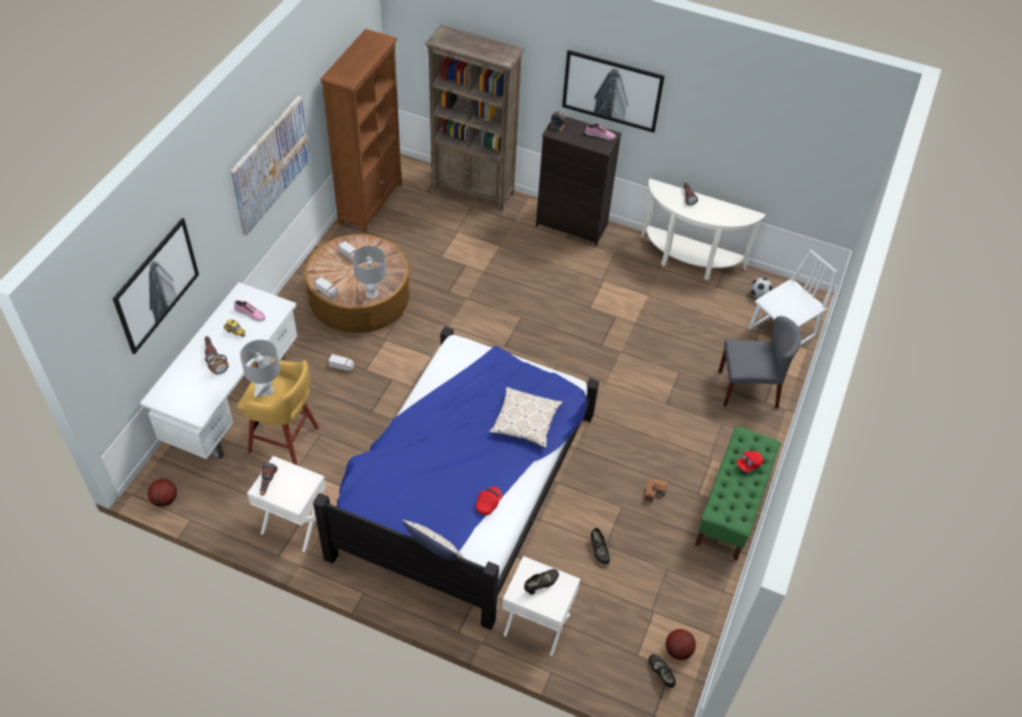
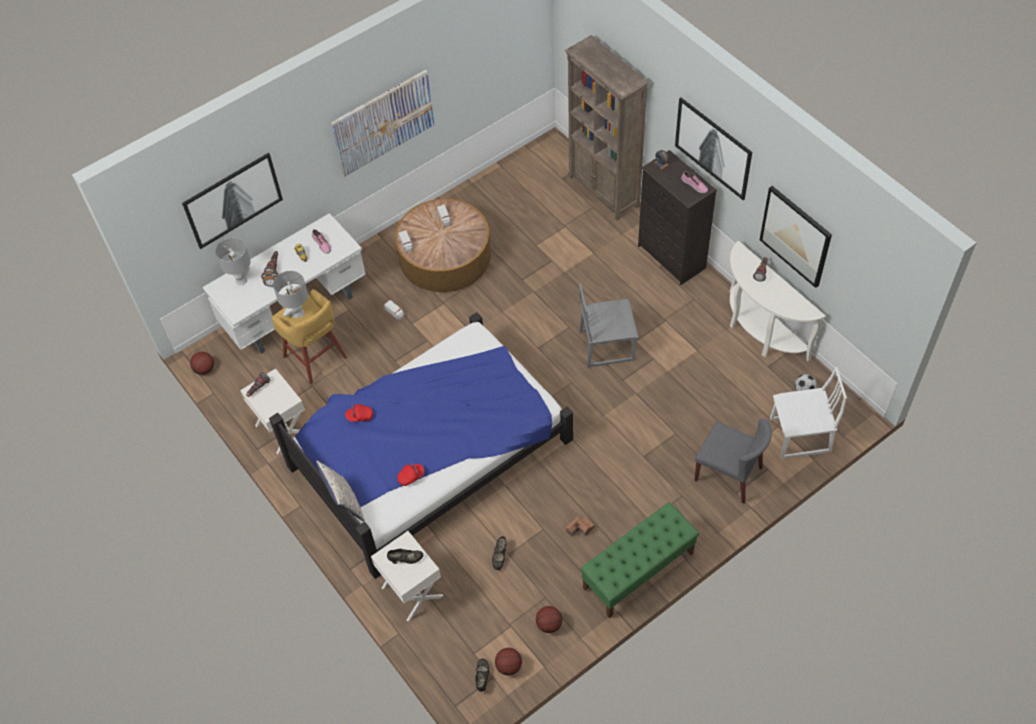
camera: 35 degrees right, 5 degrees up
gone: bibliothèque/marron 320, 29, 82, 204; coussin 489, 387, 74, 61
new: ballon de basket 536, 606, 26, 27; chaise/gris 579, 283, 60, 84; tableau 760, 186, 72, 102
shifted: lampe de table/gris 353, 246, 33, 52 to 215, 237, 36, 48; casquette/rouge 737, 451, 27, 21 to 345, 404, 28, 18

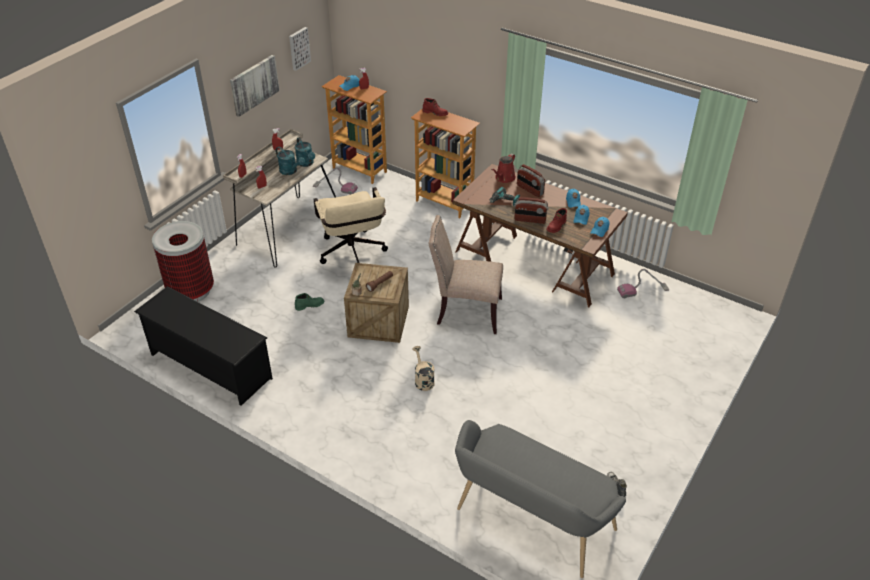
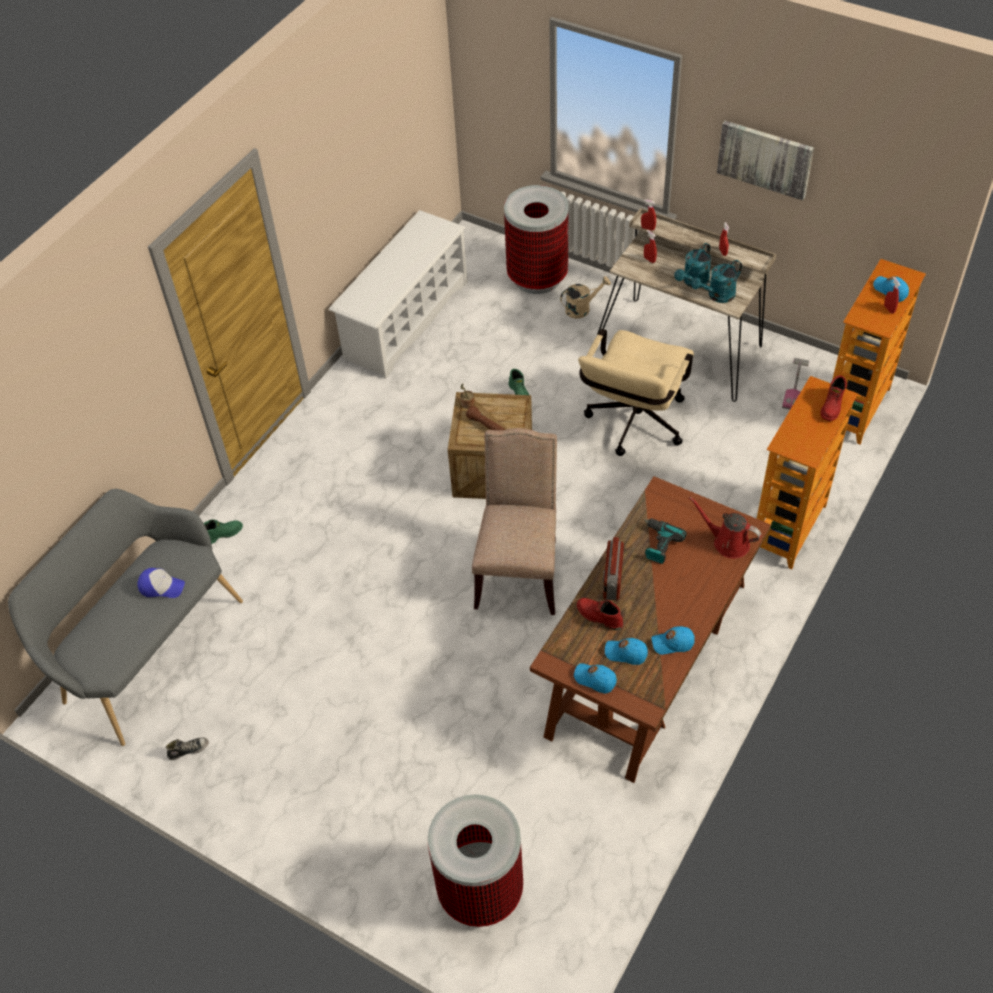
camera: 90 degrees right, 10 degrees up
gone: tableau 289, 27, 22, 44; radio 517, 164, 28, 33; aspirateur 617, 269, 52, 29
new: casquette 137, 568, 48, 30; botte/vert 204, 519, 39, 25; poubelle 427, 794, 96, 133
shifted: arrosoir/beige 412, 346, 23, 45 to 560, 276, 51, 43
repainted: étagère à chaussures/noir 134, 286, 139, 120 to étagère à chaussures/blanc 329, 210, 139, 169
rotated: chaise de bureau/beige 314, 187, 74, 77 = 578, 329, 116, 127 45 degrees counterclockwise

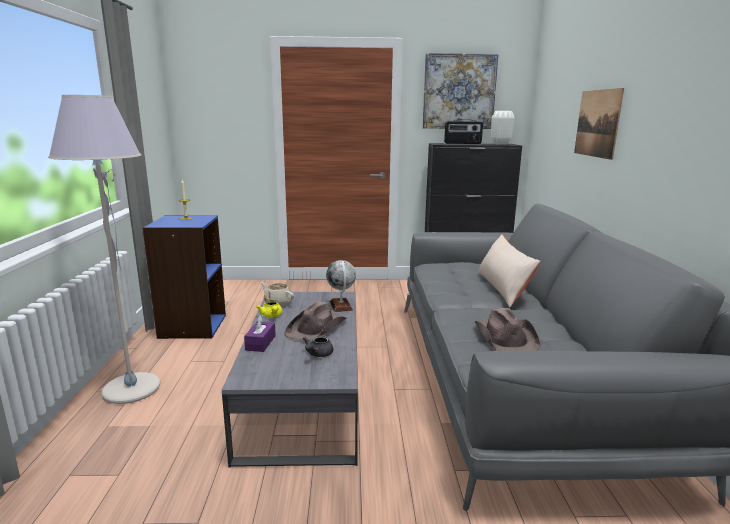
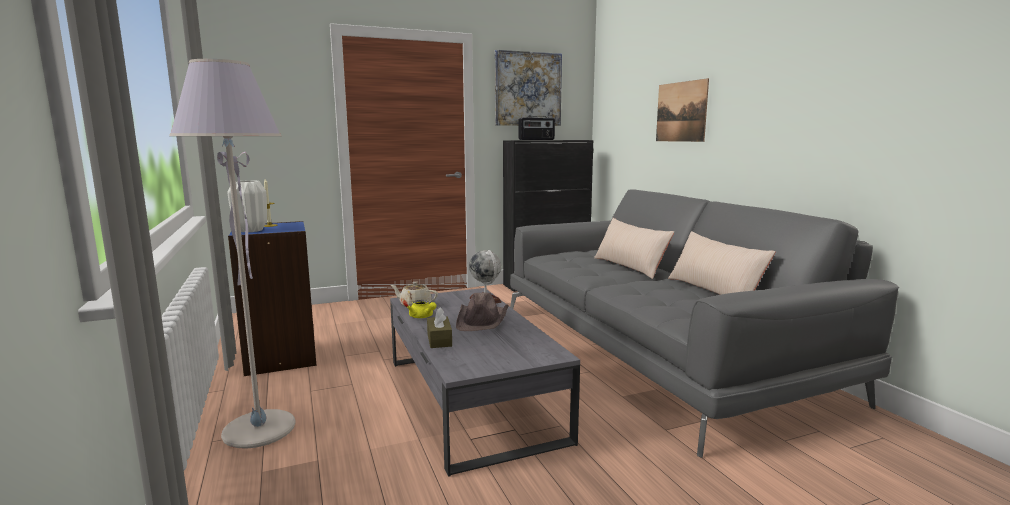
camera: 20 degrees left, 5 degrees down
gone: théière/gris 303, 335, 30, 22; chapeau/marron 475, 308, 66, 43
new: coussin/beige 668, 231, 108, 64
shifted: vase/blanc 491, 111, 24, 34 to 227, 180, 40, 52
repainted: boîte à mouchoirs/violet 244, 315, 32, 37 to boîte à mouchoirs/marron 427, 307, 25, 41

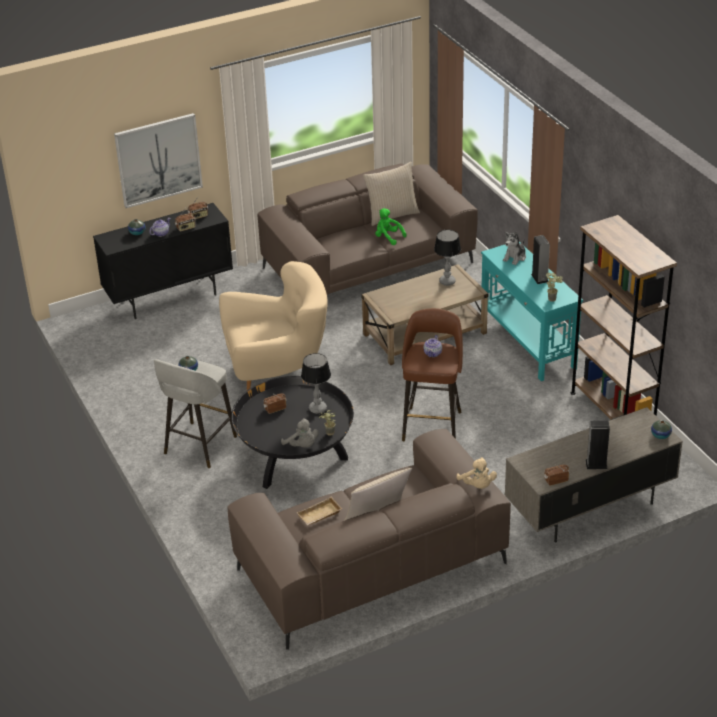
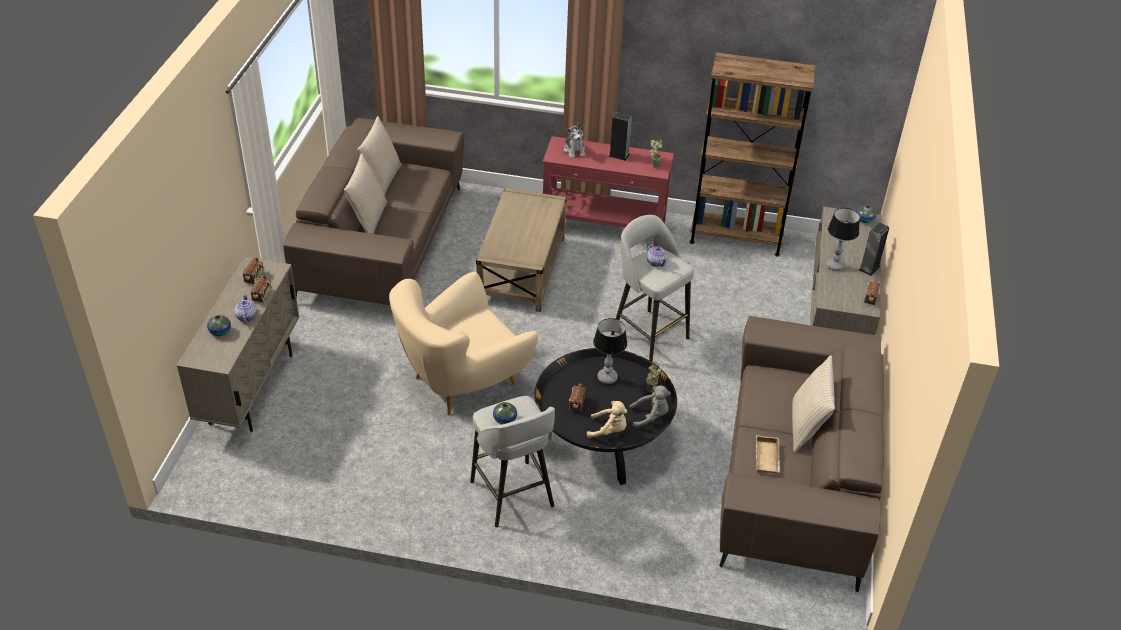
camera: 55 degrees left, 5 degrees up
gone: tableau 114, 113, 89, 95; peluche/vert 375, 208, 31, 37
new: coussin/beige 344, 153, 44, 81
shifted: lampe de table 434, 230, 27, 56 to 826, 208, 34, 63; peluche/beige 456, 457, 41, 32 to 587, 401, 40, 37
repainted: meuble de rangement/noir 93, 203, 140, 116 to meuble de rangement/beige 177, 257, 122, 175; tabouret/marron 402, 308, 61, 133 to tabouret/gris 611, 215, 83, 147; table console/turquoise 481, 242, 102, 139 to table console/rouge 543, 136, 131, 111
rotated: fauteuil/beige 219, 261, 109, 129 = 389, 272, 149, 143 150 degrees counterclockwise

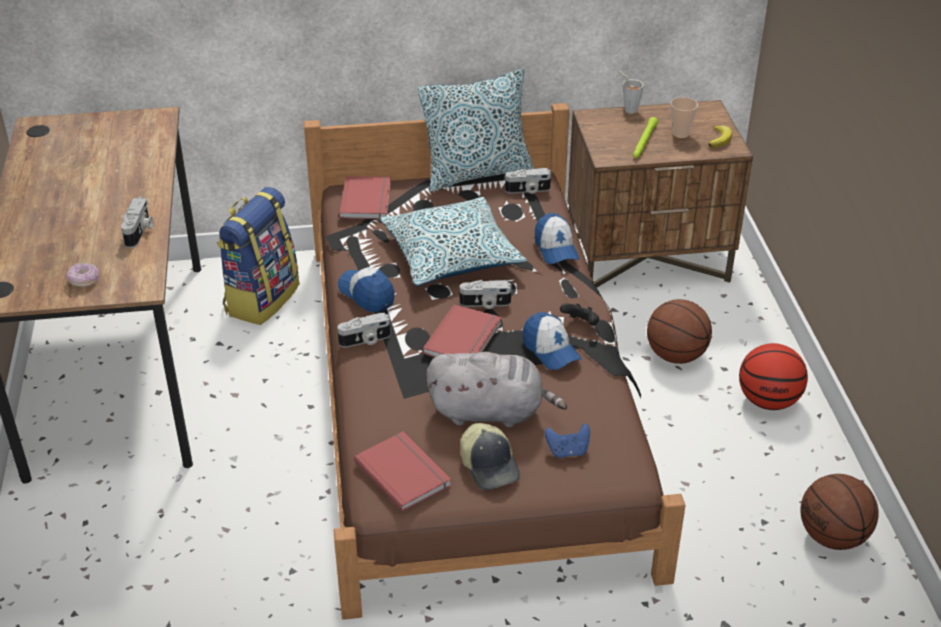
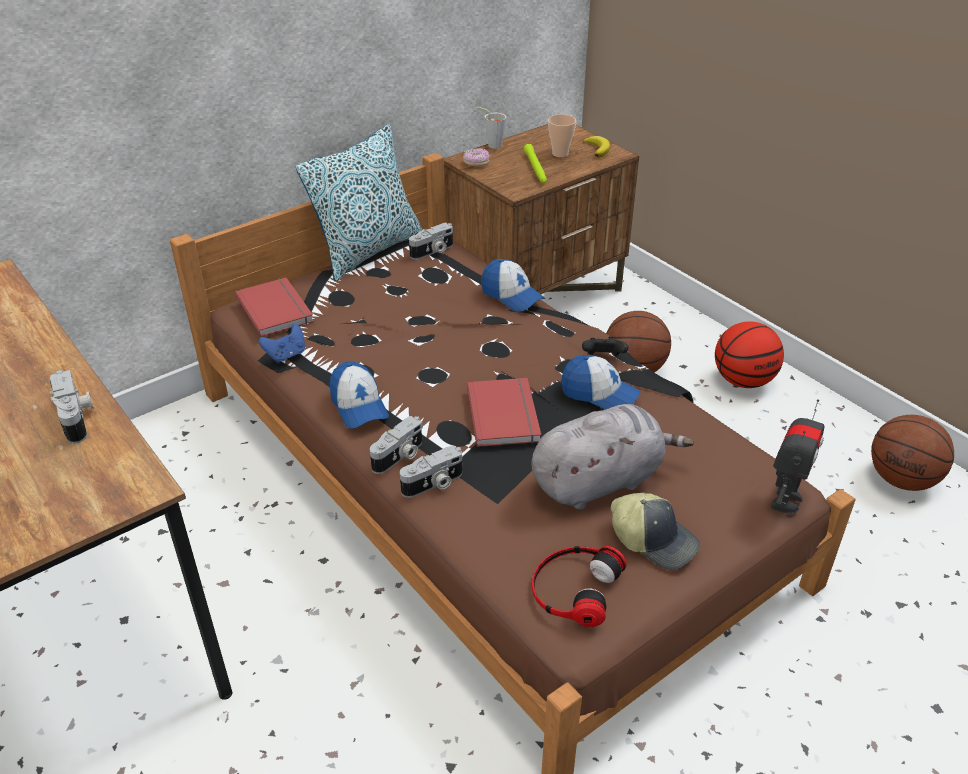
camera: 30 degrees left, 0 degrees up
gone: sac à dos 216, 187, 83, 138; coussin 380, 197, 147, 90
new: robot jouet 771, 399, 53, 115
shifted: beignet 66, 263, 33, 24 to 463, 148, 27, 18; appareil photo 460, 280, 51, 29 to 400, 445, 62, 53; manette/bleu 545, 423, 45, 35 to 259, 324, 46, 39
swapped: livre/rouge 354, 432, 97, 80 to casque audio 532, 546, 95, 81
rotated: casquette 338, 267, 57, 45 = 330, 361, 59, 68 135 degrees counterclockwise

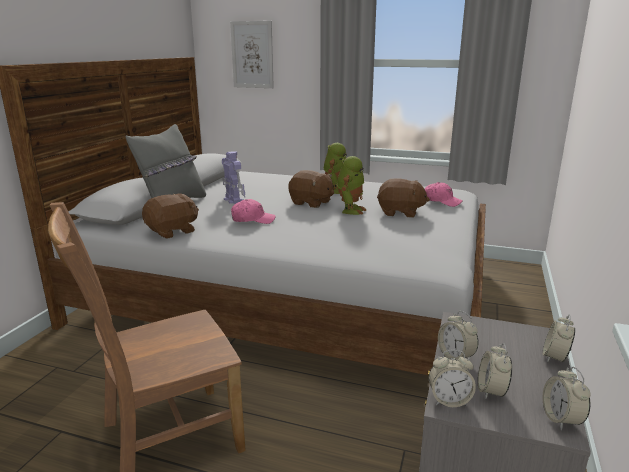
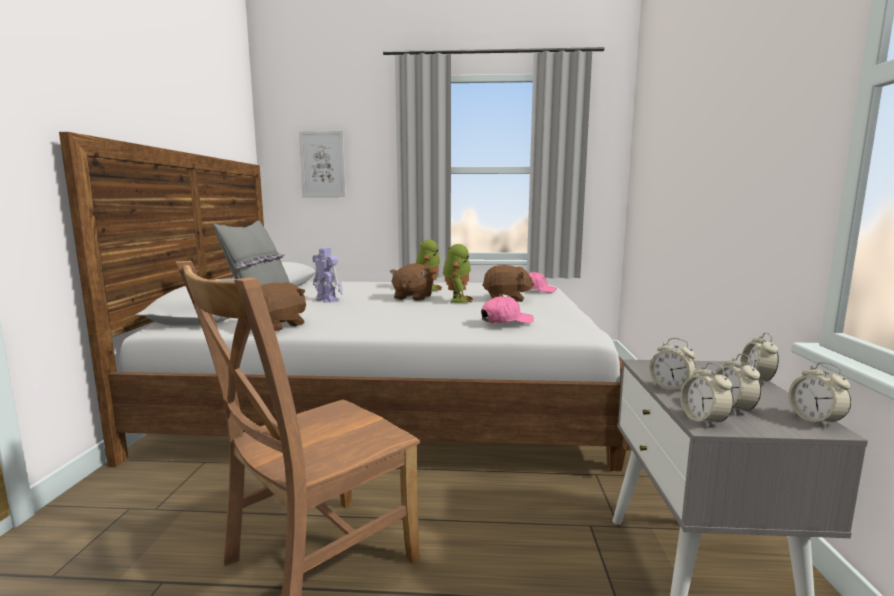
camera: 15 degrees left, 10 degrees down
shifted: casquette/rose 231, 199, 45, 25 to 481, 296, 53, 27
rotated: peluche/marron 288, 170, 46, 38 = 390, 263, 43, 38 90 degrees clockwise; réveil 429, 350, 47, 57 = 680, 362, 54, 66 90 degrees clockwise

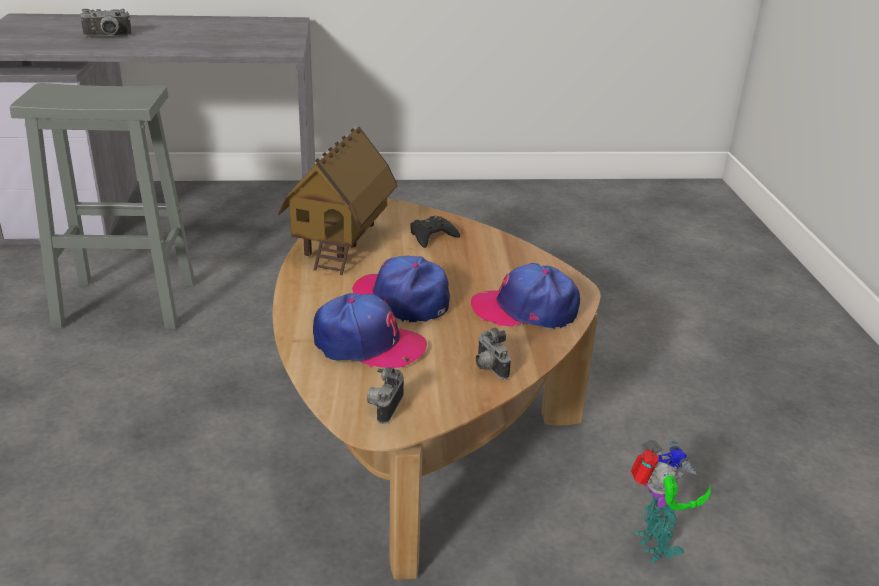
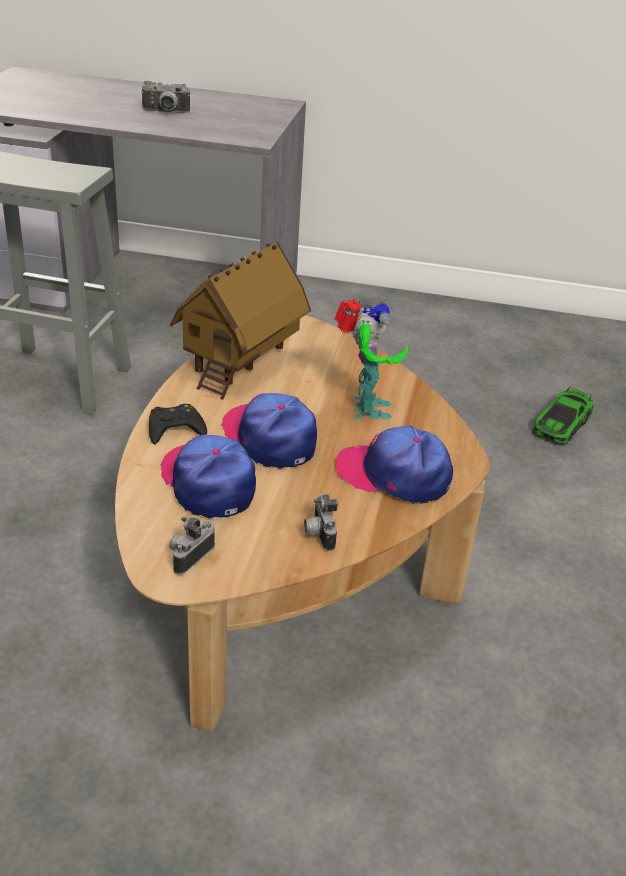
camera: 15 degrees right, 5 degrees up
new: petite voiture 532, 387, 62, 59
shifted: appareil photo 80, 9, 52, 28 to 141, 81, 49, 32; manette/noir 410, 216, 50, 32 to 149, 404, 58, 40; robot jouet 630, 438, 81, 125 to 335, 297, 73, 122
rotated: casquette 313, 293, 114, 75 = 160, 435, 96, 83 150 degrees counterclockwise

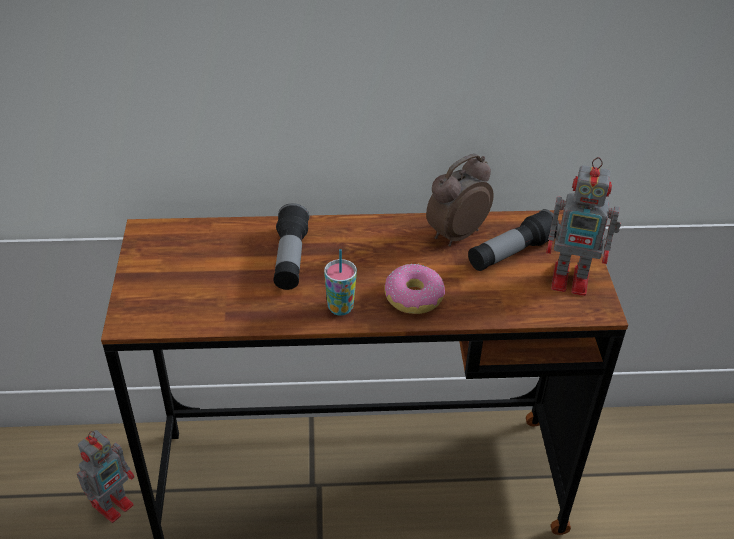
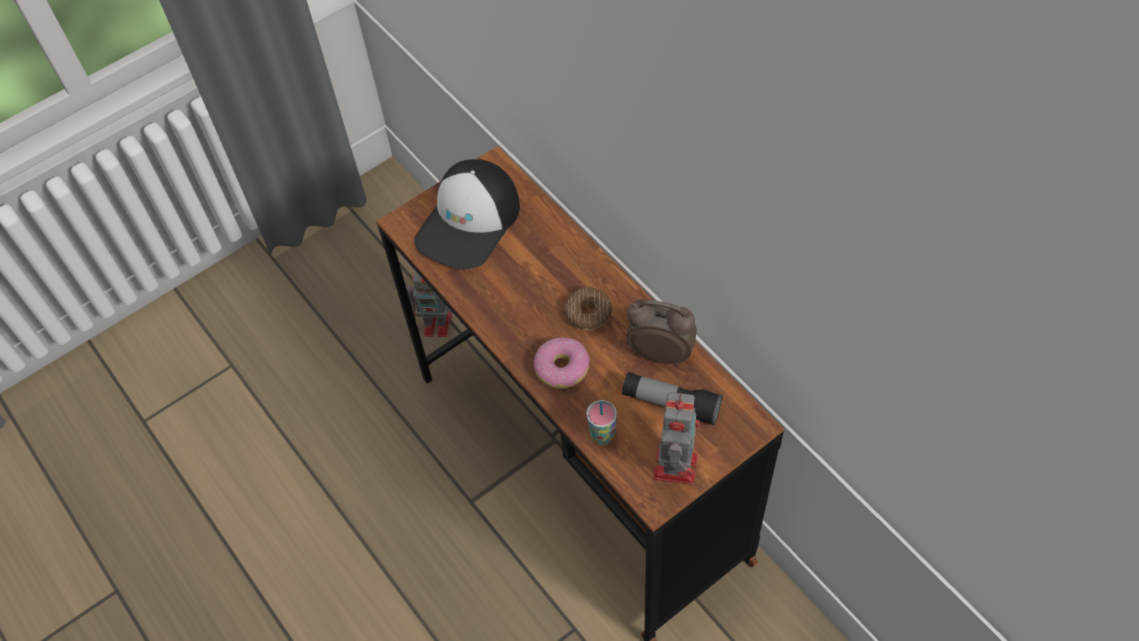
camera: 60 degrees right, 15 degrees up
gone: lampe de poche 273, 203, 36, 87
new: casquette 414, 159, 106, 110; beignet 564, 287, 48, 43
shifted: tasse 324, 249, 33, 67 to 586, 400, 31, 45
rotated: robot jouet 546, 157, 75, 139 = 653, 392, 47, 93 150 degrees counterclockwise

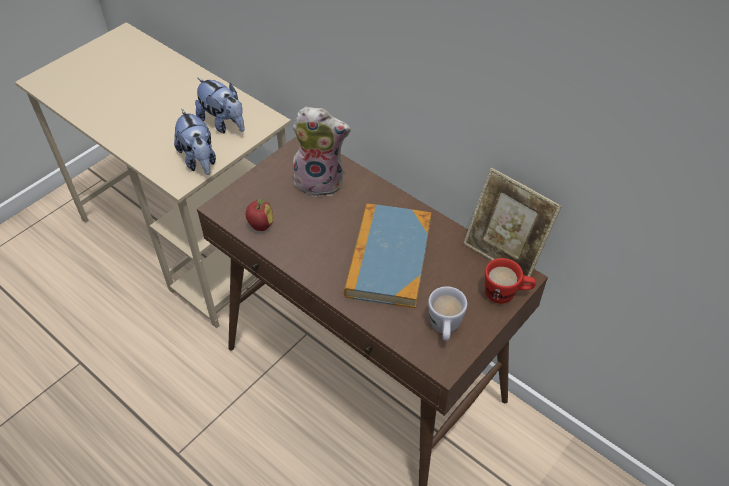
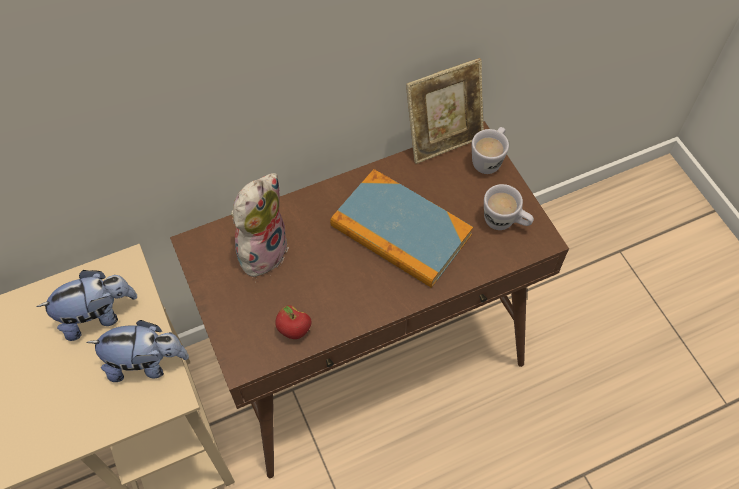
camera: 65 degrees left, 10 degrees up
repainted: mug/rouge 485, 258, 51, 46 to mug/blanc 472, 127, 37, 47

